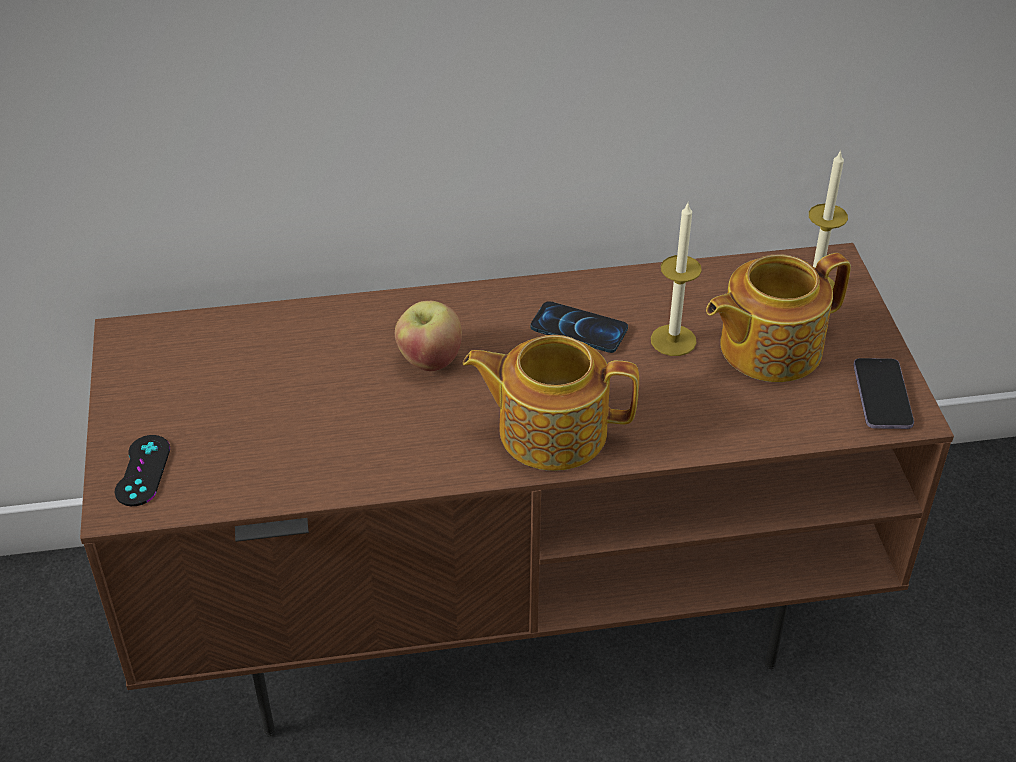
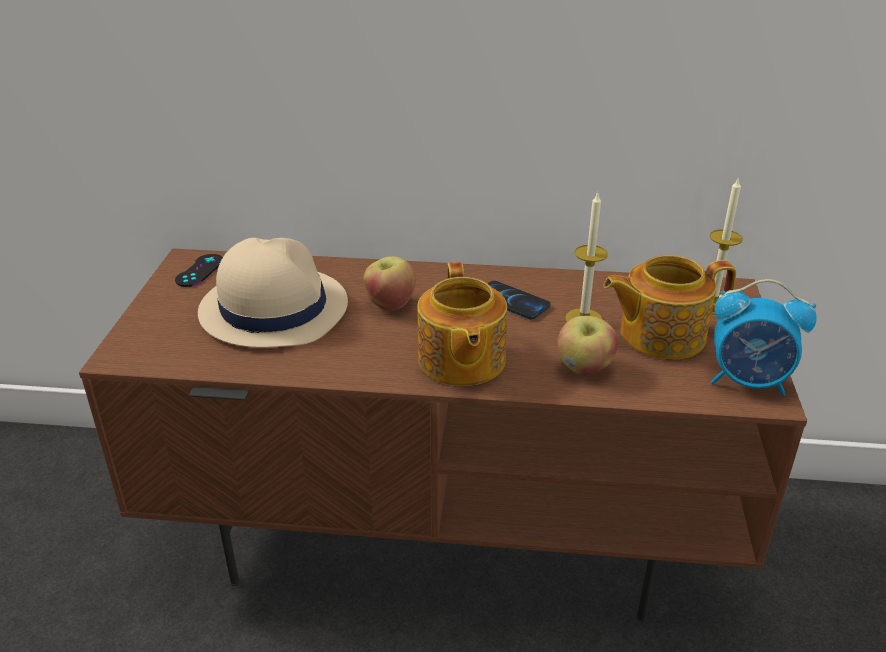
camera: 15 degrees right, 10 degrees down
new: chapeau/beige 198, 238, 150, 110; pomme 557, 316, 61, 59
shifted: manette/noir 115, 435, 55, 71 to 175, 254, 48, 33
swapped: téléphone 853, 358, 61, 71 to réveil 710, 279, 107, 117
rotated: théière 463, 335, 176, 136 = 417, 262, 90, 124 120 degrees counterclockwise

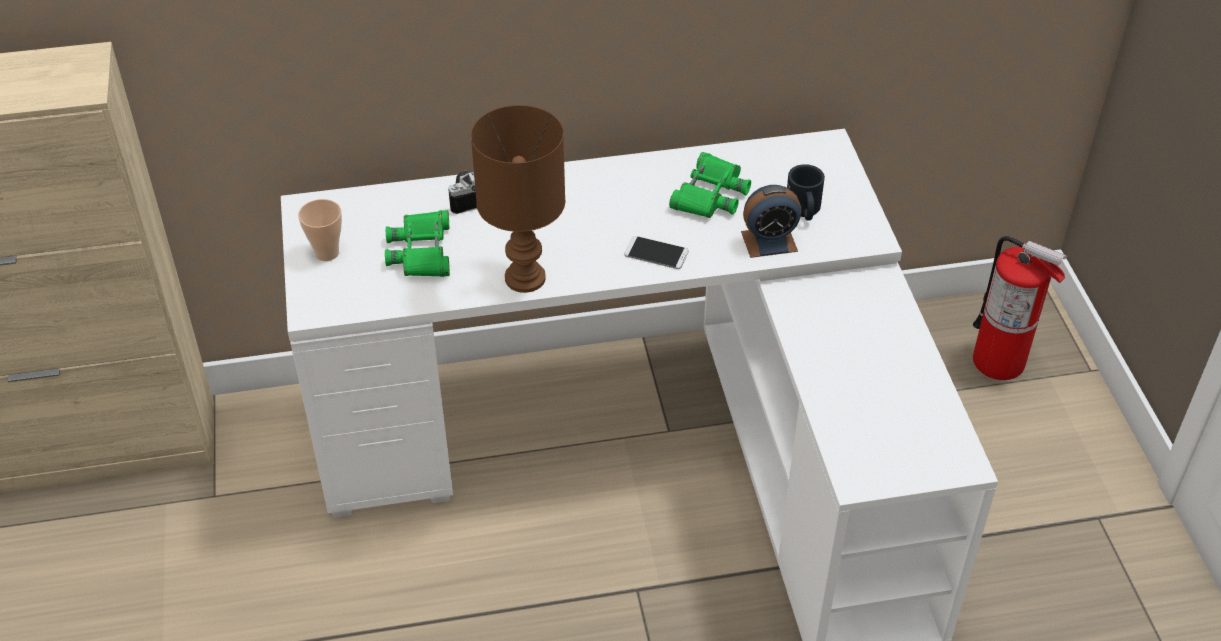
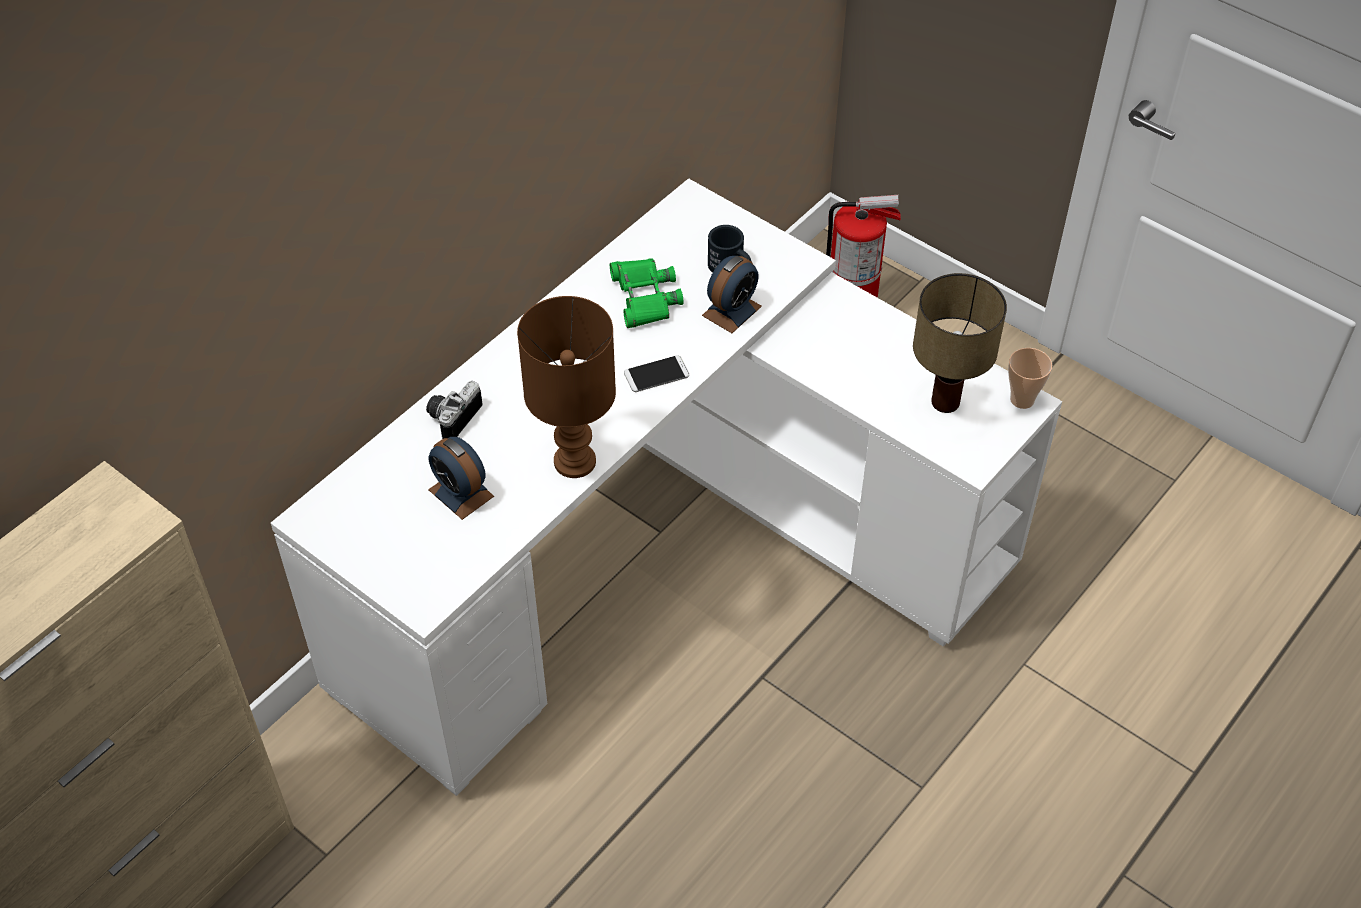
camera: 40 degrees left, 5 degrees up
new: lampe de table 913, 273, 94, 140
shifted: tasse 298, 199, 44, 62 to 1008, 348, 44, 61
swapped: jumelles/vert 385, 210, 65, 67 to réveil 428, 437, 66, 83

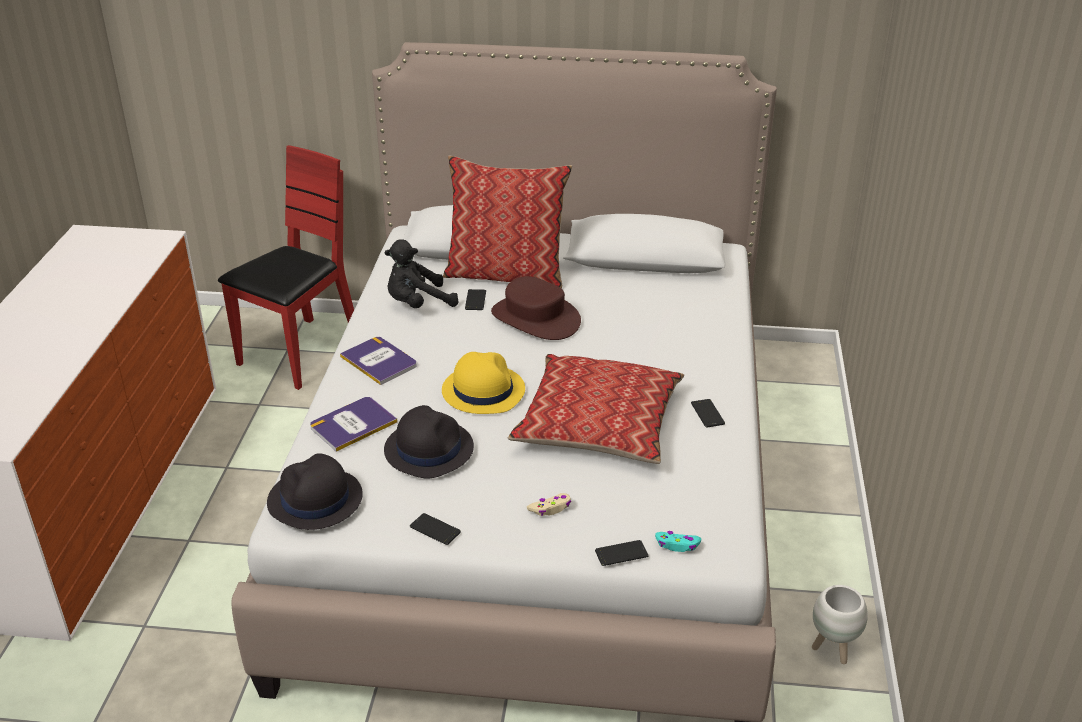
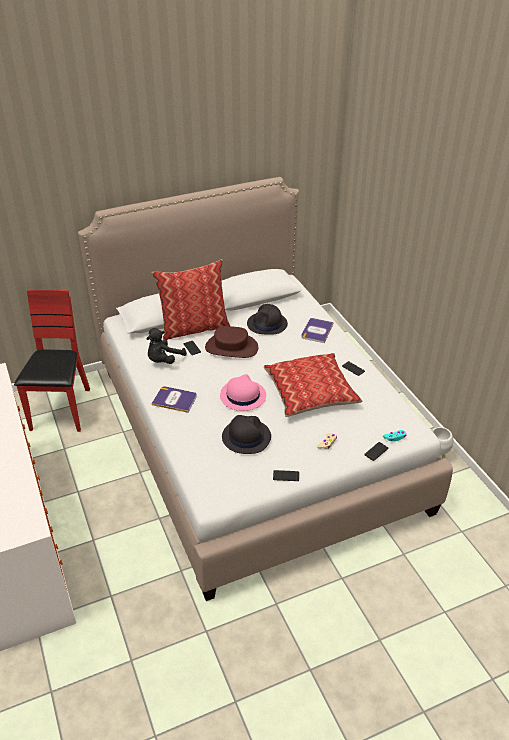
camera: 30 degrees left, 5 degrees up
shifted: chapeau/noir 267, 453, 96, 77 to 247, 304, 41, 30; livre 310, 397, 88, 55 to 301, 318, 33, 25
repainted: chapeau/jaune 442, 352, 83, 62 to chapeau/rose 220, 374, 46, 37

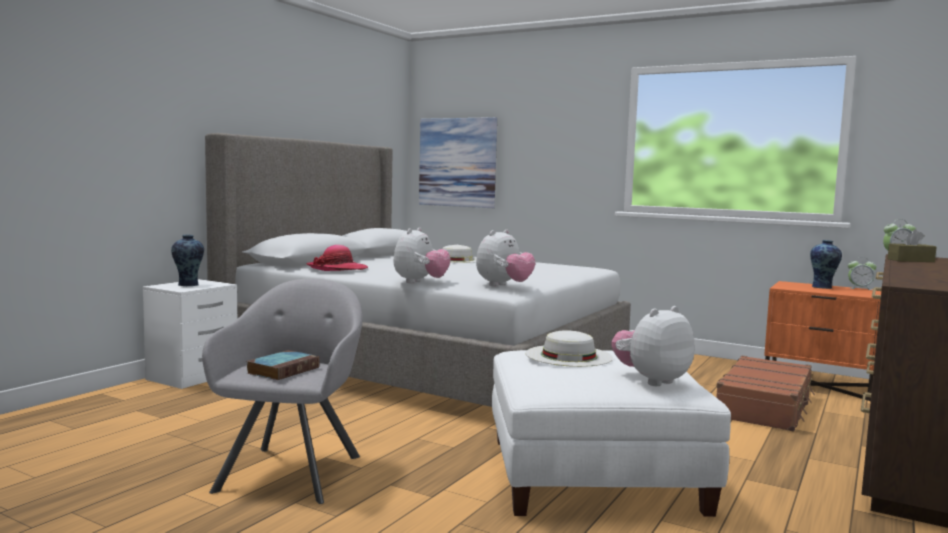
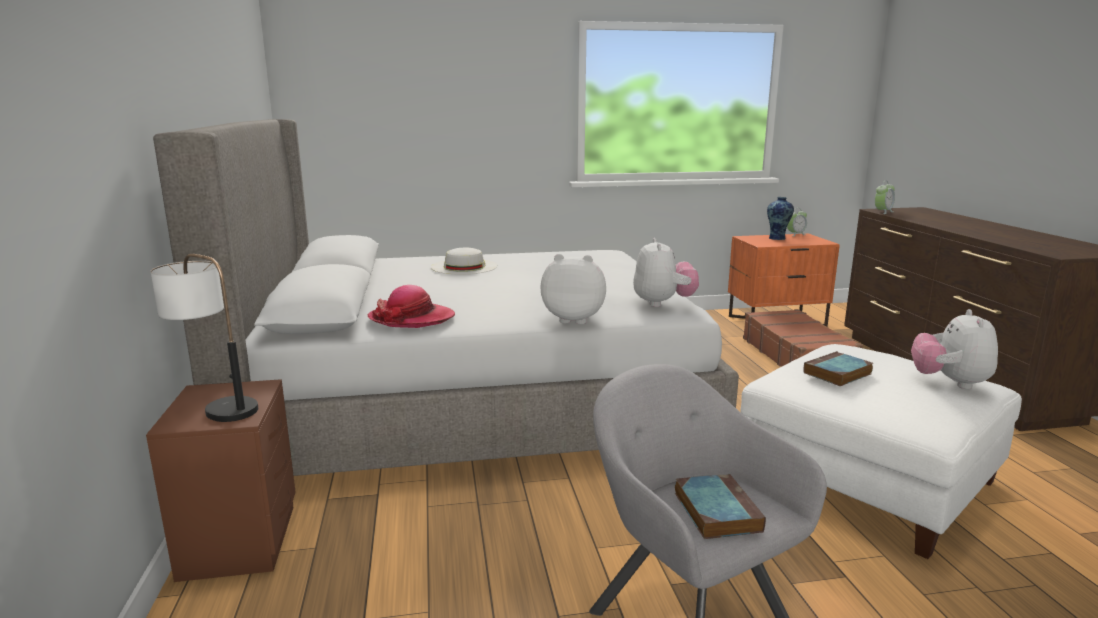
camera: 40 degrees left, 10 degrees up
gone: tableau 419, 117, 78, 91; boîte à mouchoirs/marron 887, 230, 49, 32
swapped: vase 171, 235, 33, 51 to lampe de table 151, 254, 107, 168; chapeau/blanc 526, 330, 87, 37 to livre 803, 351, 70, 35
repainted: table de chevet/blanc 143, 279, 94, 110 to table de chevet/marron 146, 379, 150, 203
rotated: peluche 394, 227, 57, 56 = 540, 254, 66, 70 60 degrees counterclockwise

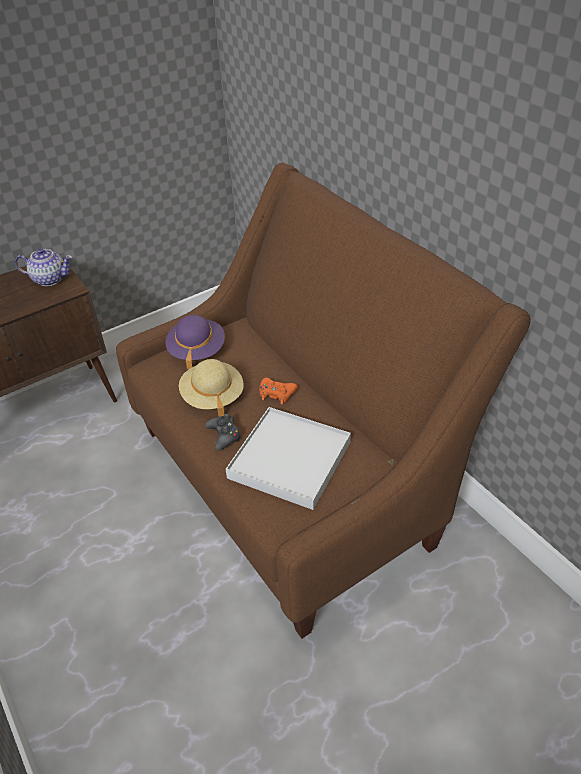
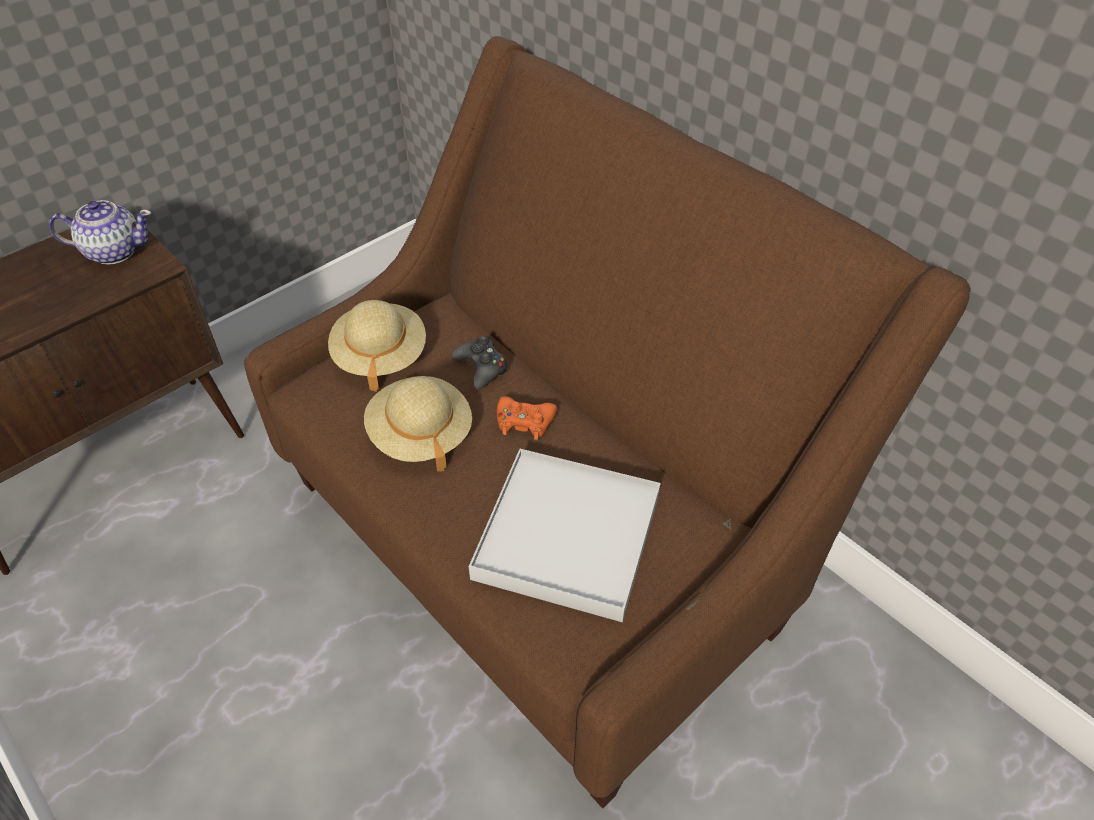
camera: 10 degrees left, 5 degrees up
shifted: manette/noir 205, 414, 37, 37 to 452, 336, 56, 53
repainted: chapeau/violet 165, 315, 60, 55 to chapeau/beige 328, 300, 98, 92

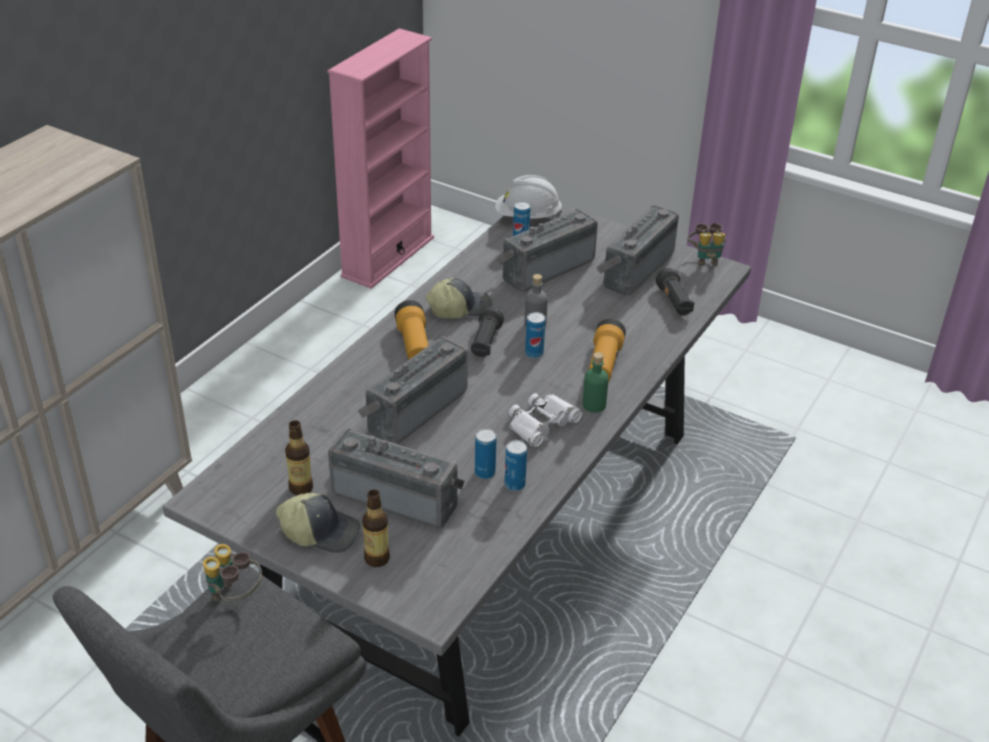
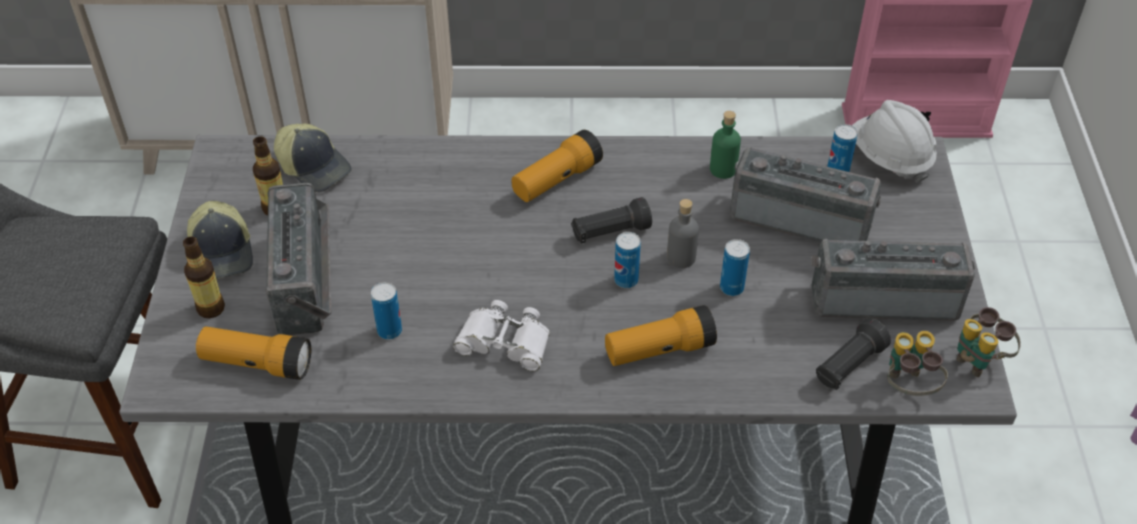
camera: 60 degrees right, 10 degrees up
gone: radio 358, 336, 110, 108
new: lampe de poche 196, 326, 115, 54
shifted: jumelles 203, 544, 59, 58 to 887, 331, 61, 65; casquette 426, 277, 66, 42 to 274, 124, 78, 68; boîte métallique 505, 440, 22, 51 to 720, 239, 30, 57; bouteille/vert 583, 352, 26, 61 to 710, 111, 31, 68

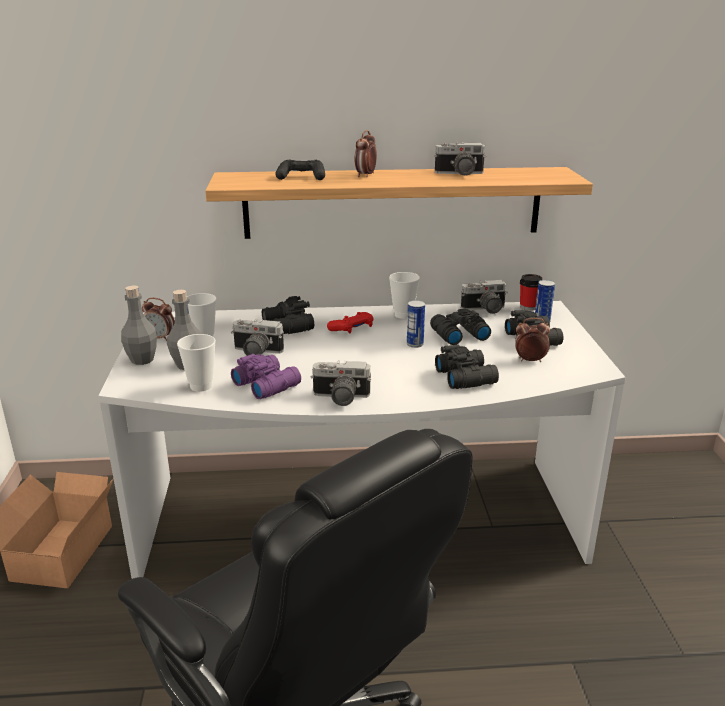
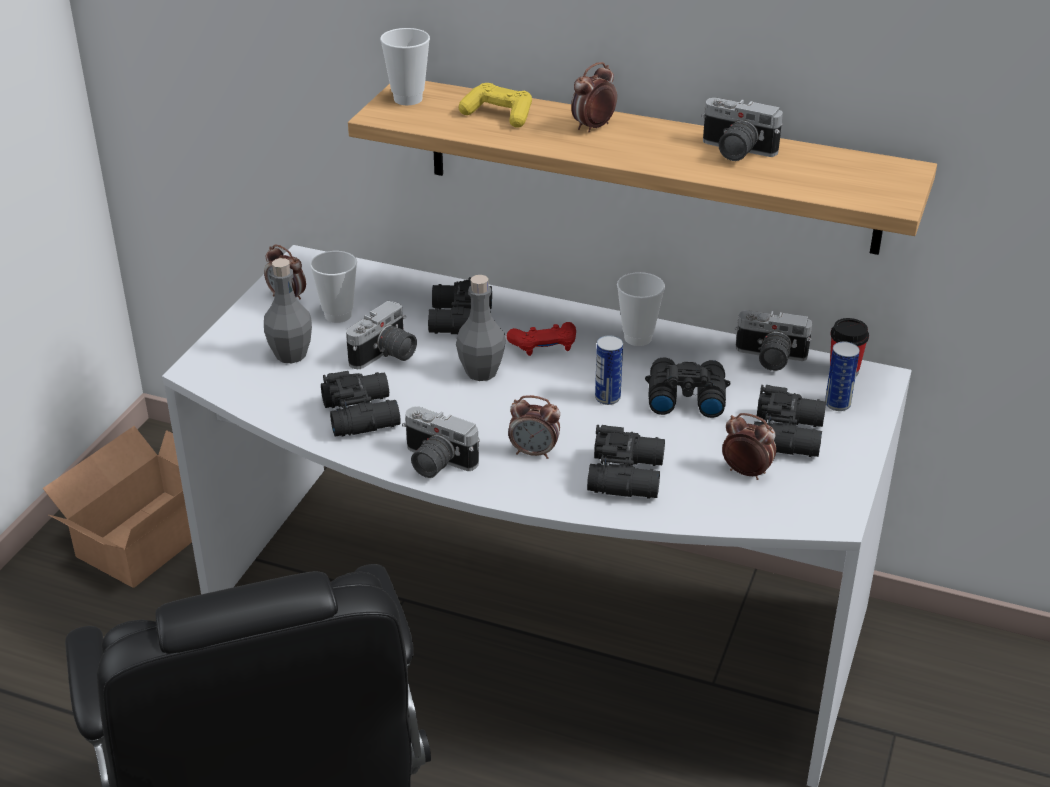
camera: 25 degrees right, 10 degrees up
new: réveil 508, 395, 52, 64
shifted: bouteille/gris 121, 285, 36, 80 to 456, 275, 50, 106; tasse 177, 334, 39, 58 to 380, 28, 50, 77
repainted: jumelles/violet 231, 354, 70, 45 to jumelles/noir 321, 371, 80, 66; manette/noir 275, 159, 50, 21 to manette/jaune 459, 83, 73, 45
rotated: appareil photo 231, 319, 53, 37 = 346, 300, 71, 69 90 degrees counterclockwise

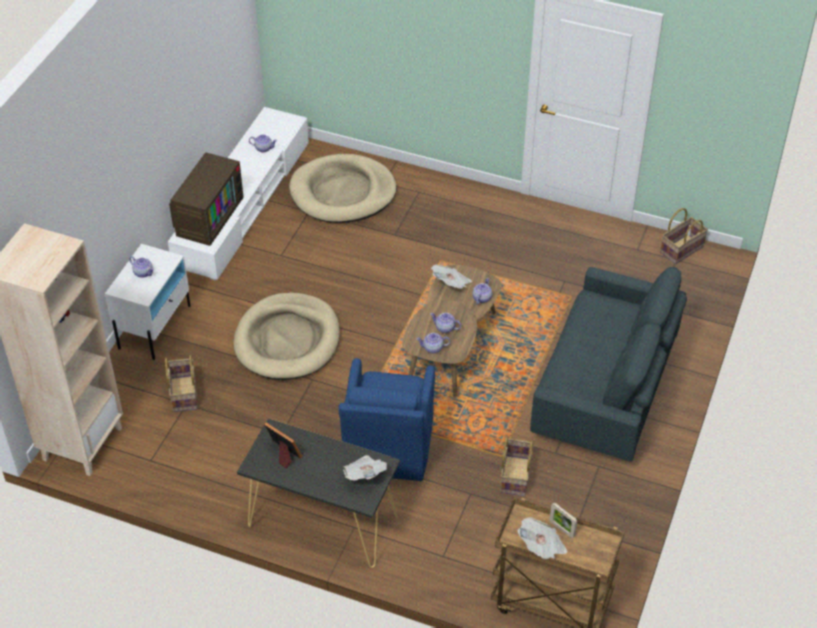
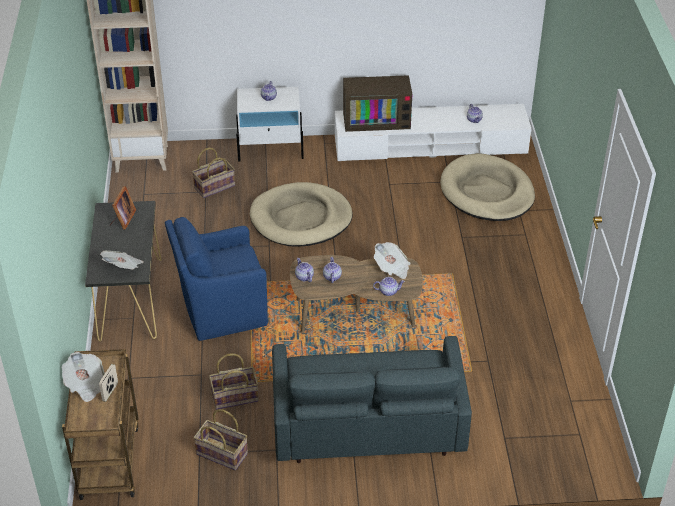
camera: 65 degrees right, 5 degrees down
shifted: panier 660, 208, 48, 56 to 193, 409, 55, 61

